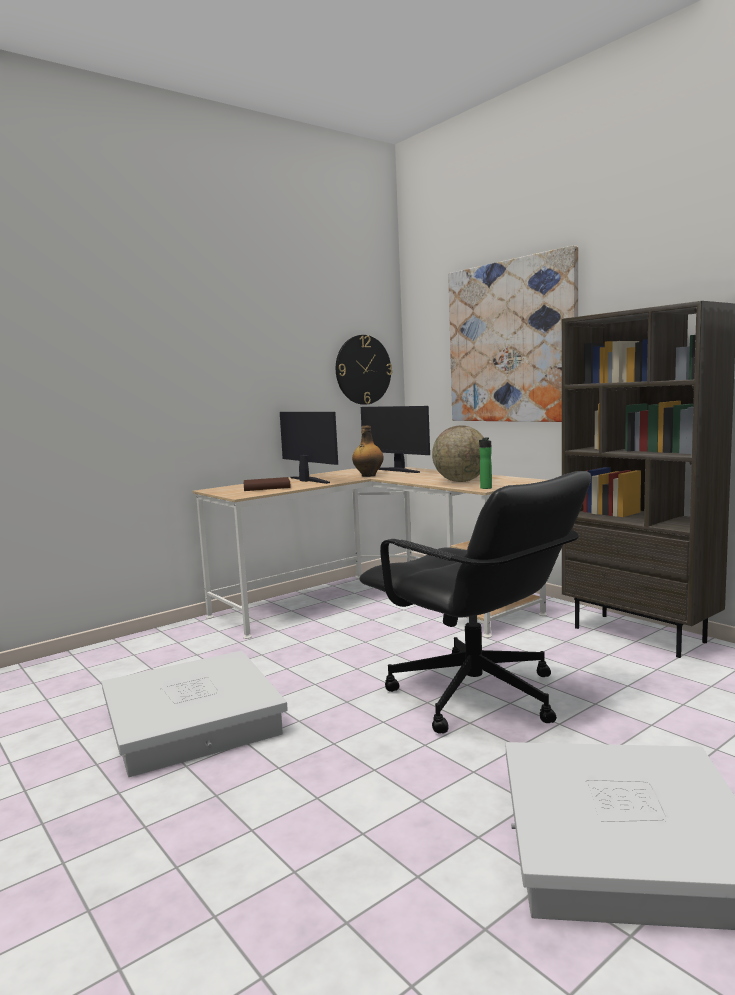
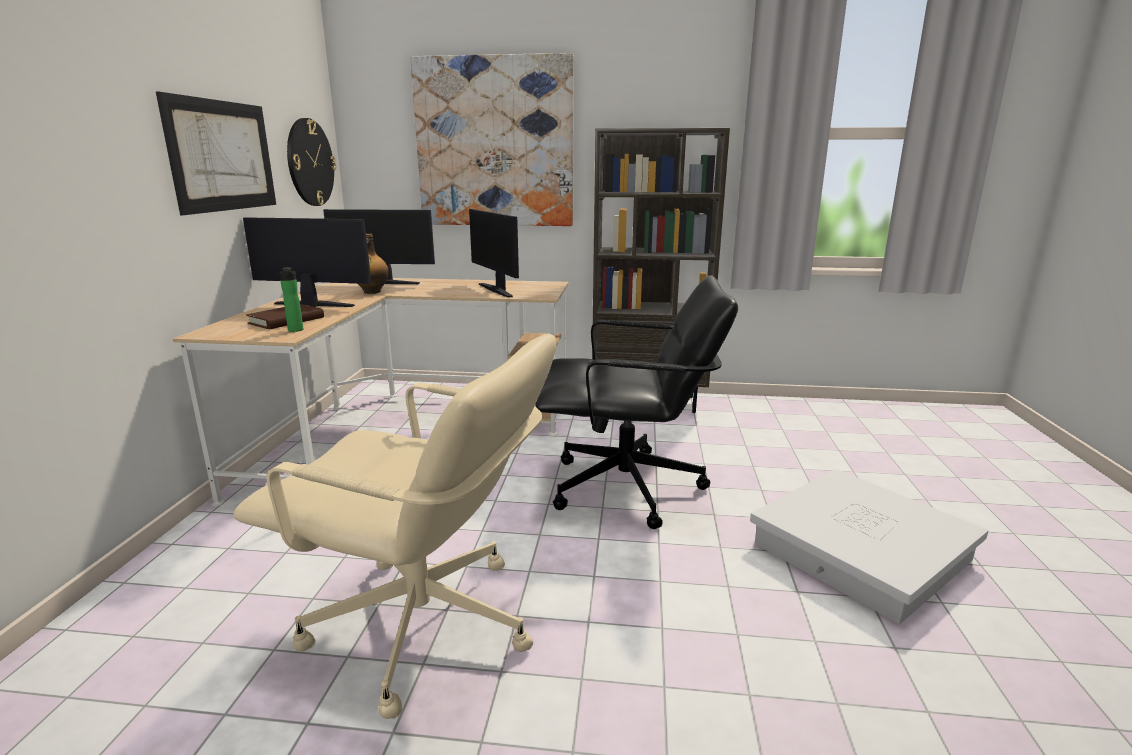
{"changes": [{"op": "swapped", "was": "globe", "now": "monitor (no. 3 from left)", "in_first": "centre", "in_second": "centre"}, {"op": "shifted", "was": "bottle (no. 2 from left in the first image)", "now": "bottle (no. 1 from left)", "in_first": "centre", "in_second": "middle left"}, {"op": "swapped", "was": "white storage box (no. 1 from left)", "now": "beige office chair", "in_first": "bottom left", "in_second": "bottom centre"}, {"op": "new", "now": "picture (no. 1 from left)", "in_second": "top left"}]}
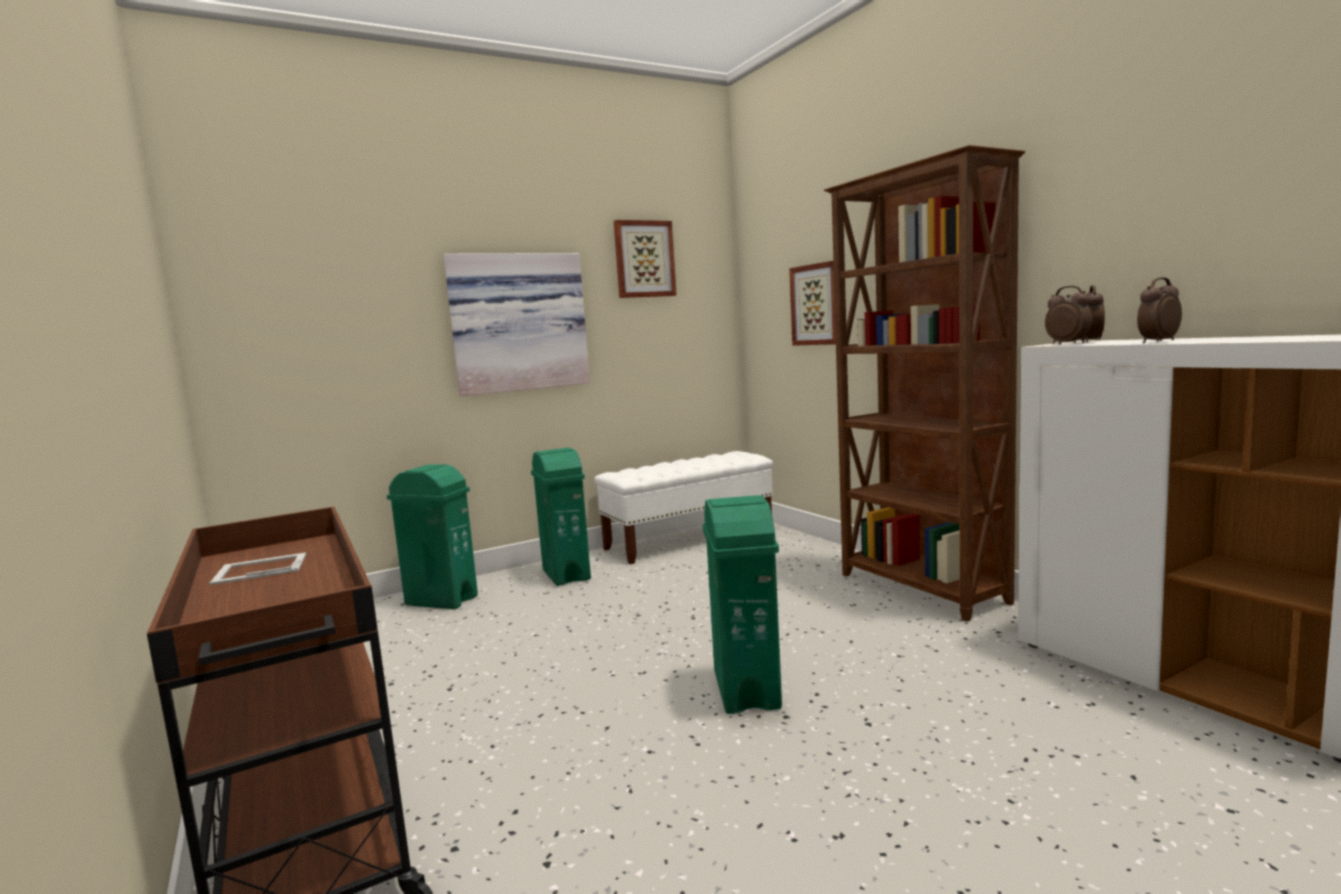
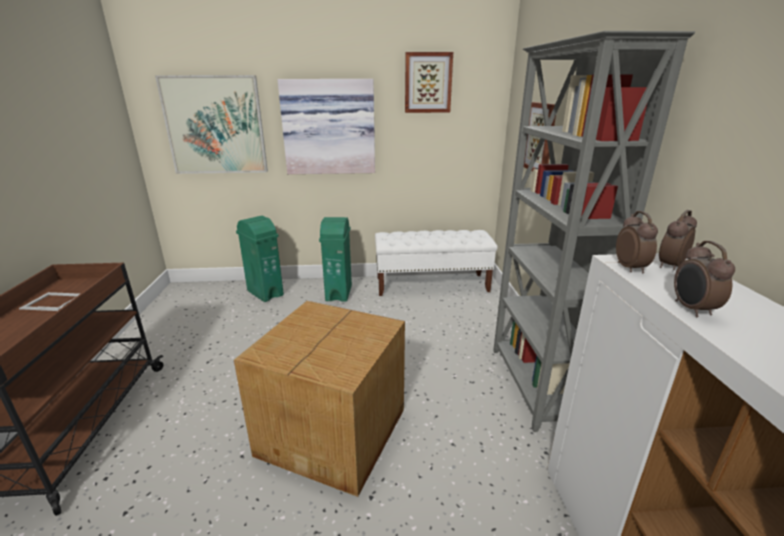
{"changes": [{"op": "repainted", "was": "brown bookcase", "now": "grey bookcase", "in_first": "middle right", "in_second": "middle right"}, {"op": "rotated", "was": "alarm clock (no. 3 from left)", "in_first": "middle right", "in_second": "middle right", "clockwise": -90}, {"op": "swapped", "was": "green trash can (no. 3 from left)", "now": "cardboard box", "in_first": "bottom centre", "in_second": "bottom centre"}, {"op": "new", "now": "picture (no. 1 from left)", "in_second": "top left"}]}
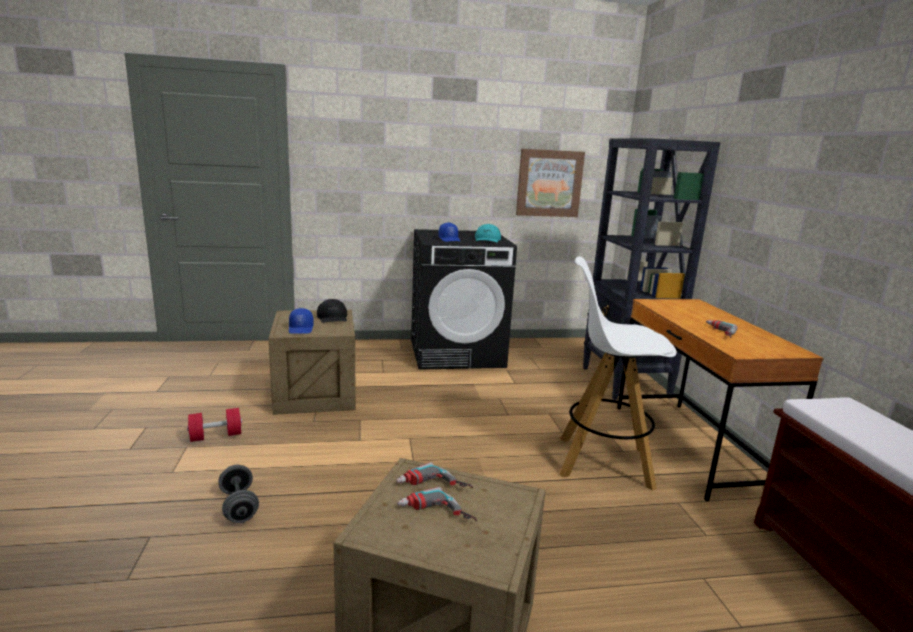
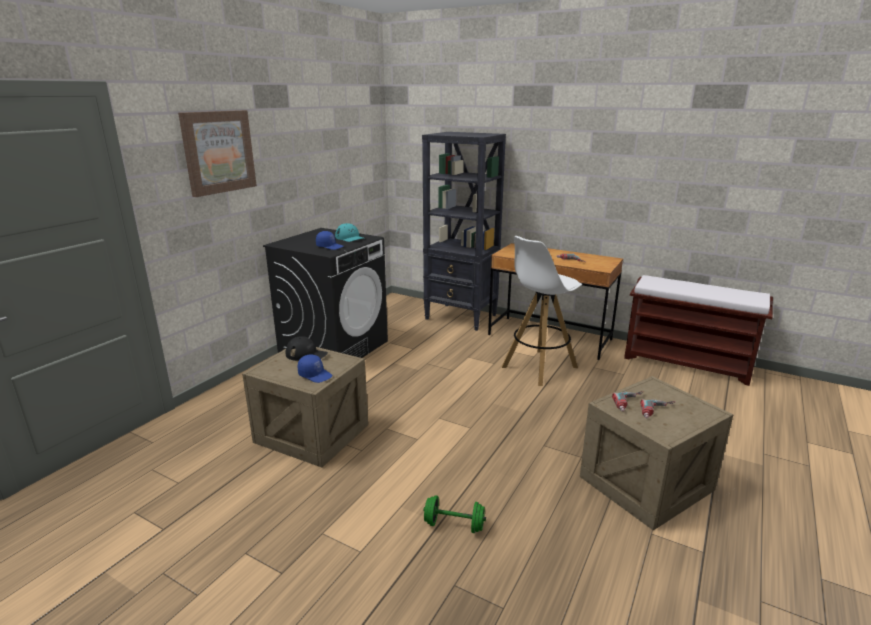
{"changes": [{"op": "shifted", "was": "picture", "in_first": "top centre", "in_second": "top left"}, {"op": "gone", "was": "red dumbbell", "in_first": "bottom left"}, {"op": "repainted", "was": "grey dumbbell", "now": "green dumbbell", "in_first": "bottom left", "in_second": "bottom centre"}]}
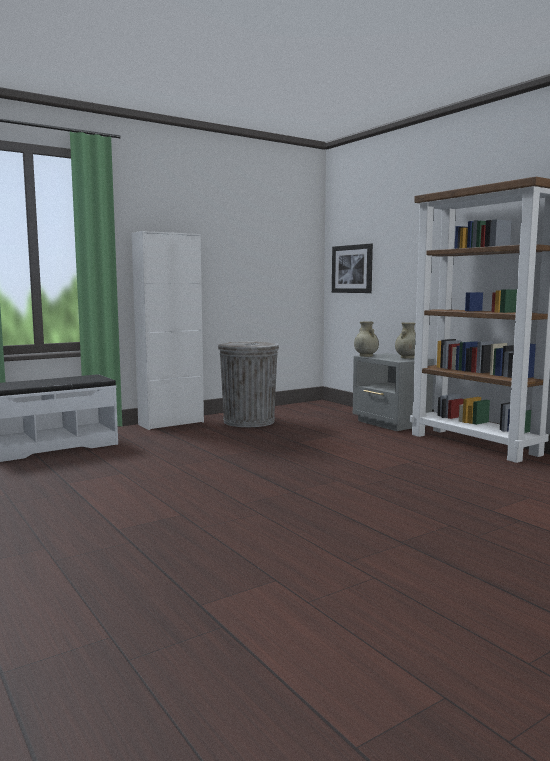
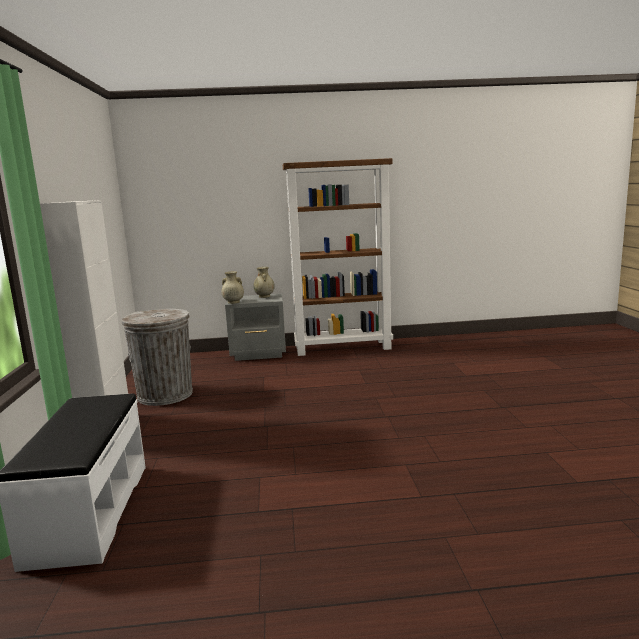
{"changes": [{"op": "gone", "was": "picture", "in_first": "centre"}]}
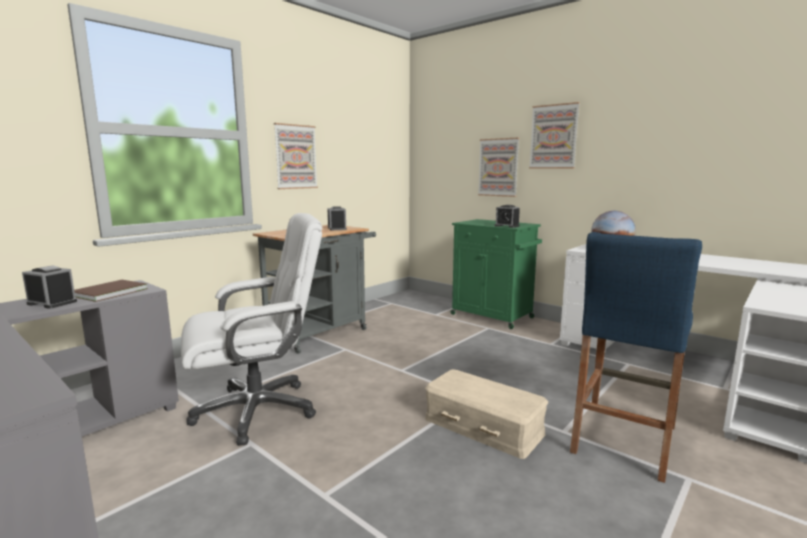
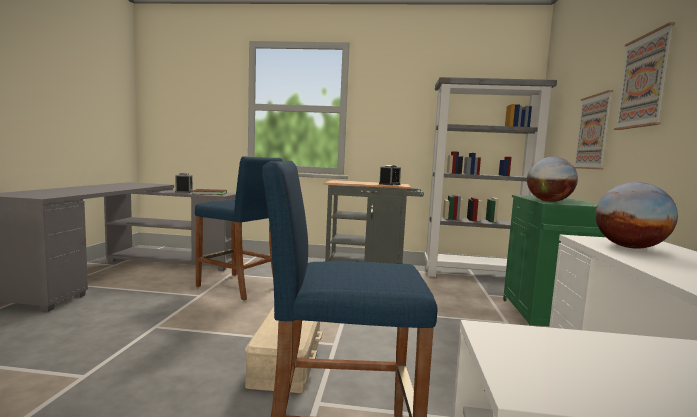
{"changes": [{"op": "gone", "was": "picture (no. 1 from left)", "in_first": "top centre"}, {"op": "swapped", "was": "alarm clock (no. 3 from left)", "now": "globe (no. 1 from left)", "in_first": "centre", "in_second": "middle right"}, {"op": "swapped", "was": "white office chair", "now": "blue stool (no. 1 from left)", "in_first": "middle left", "in_second": "centre"}, {"op": "new", "now": "grey bookcase", "in_second": "middle right"}]}
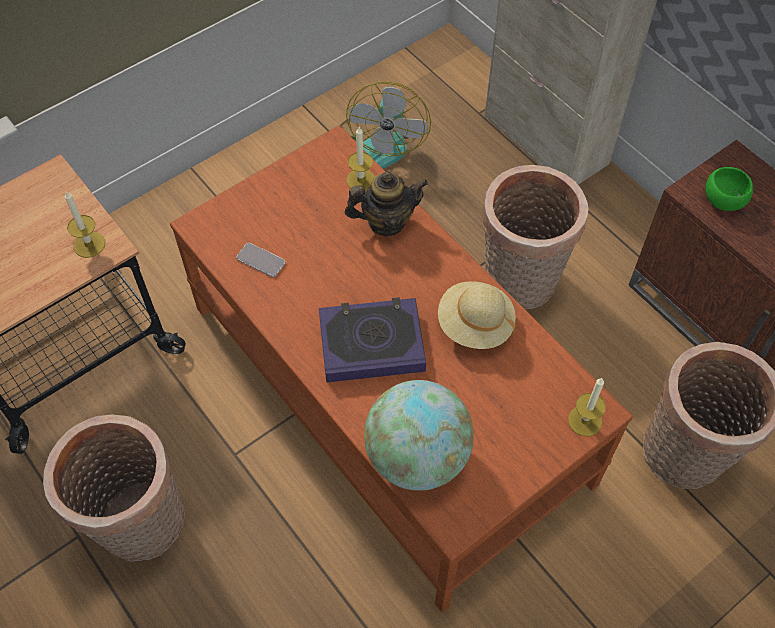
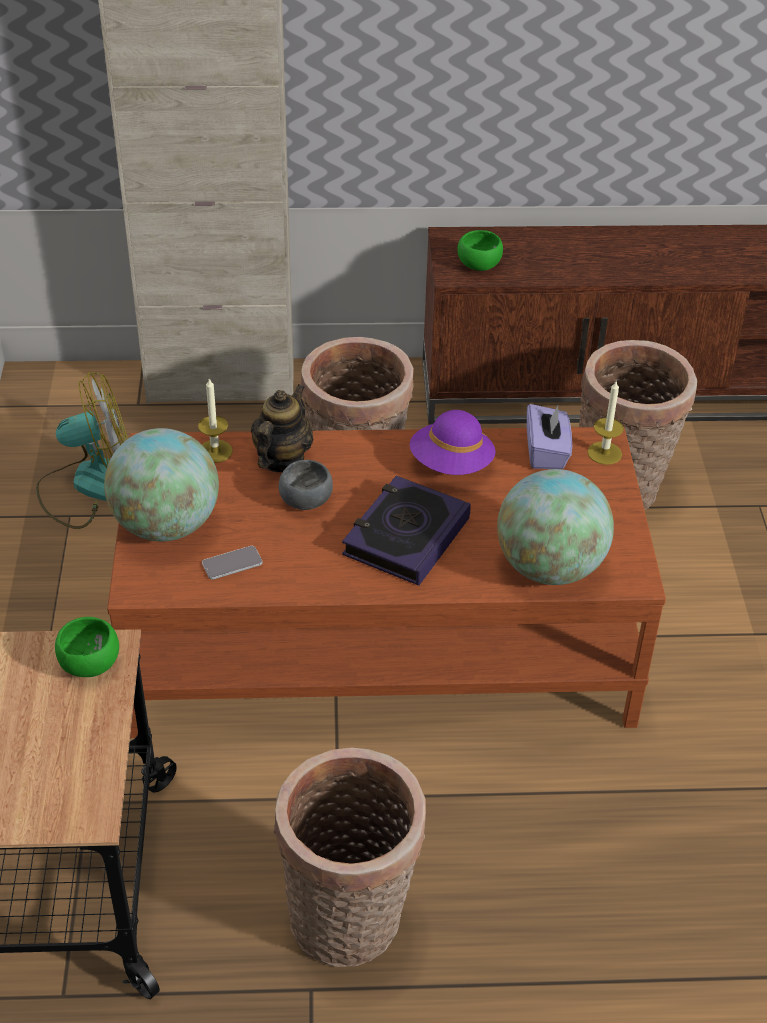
{"changes": [{"op": "rotated", "was": "fan", "in_first": "top centre", "in_second": "middle left", "clockwise": -60}, {"op": "swapped", "was": "candle (no. 1 from left)", "now": "green bowl (no. 1 from left)", "in_first": "middle left", "in_second": "middle left"}, {"op": "repainted", "was": "beige hat", "now": "purple hat", "in_first": "centre", "in_second": "centre"}, {"op": "new", "now": "purple tissue box", "in_second": "middle right"}, {"op": "new", "now": "globe (no. 1 from left)", "in_second": "middle left"}, {"op": "new", "now": "grey bowl", "in_second": "centre"}]}
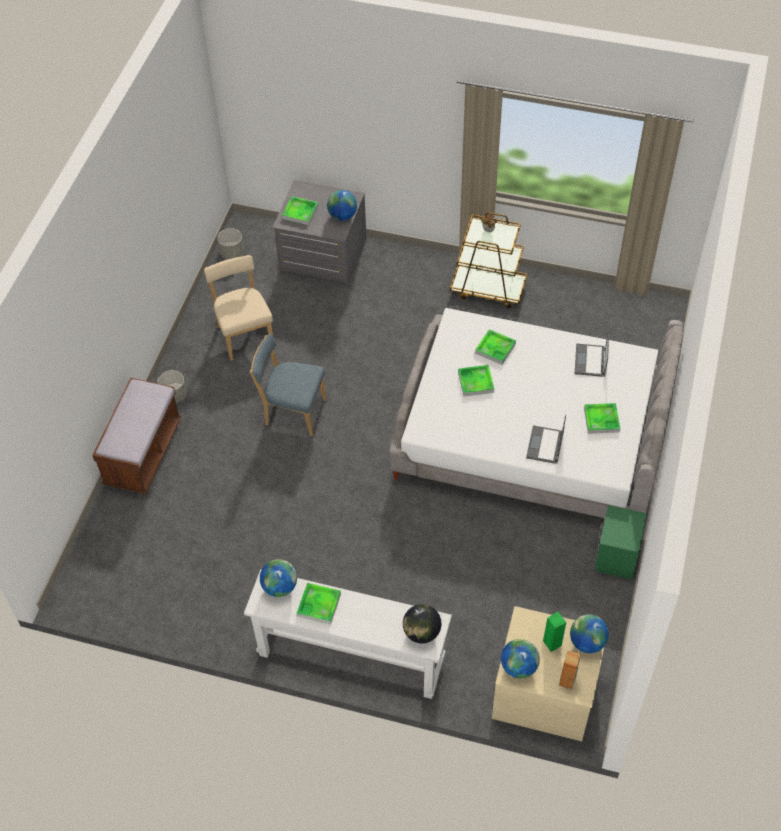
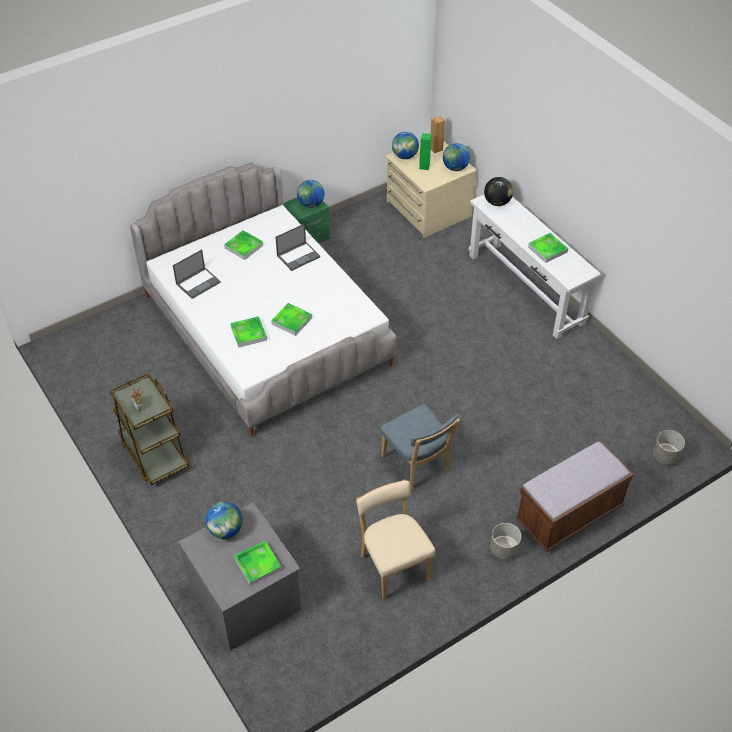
{"changes": [{"op": "shifted", "was": "grey planter (no. 2 from left)", "in_first": "top left", "in_second": "middle right"}, {"op": "rotated", "was": "beige chair", "in_first": "middle left", "in_second": "bottom centre", "clockwise": 135}, {"op": "shifted", "was": "globe (no. 1 from left in the first image)", "now": "globe (no. 2 from left)", "in_first": "bottom centre", "in_second": "top centre"}]}
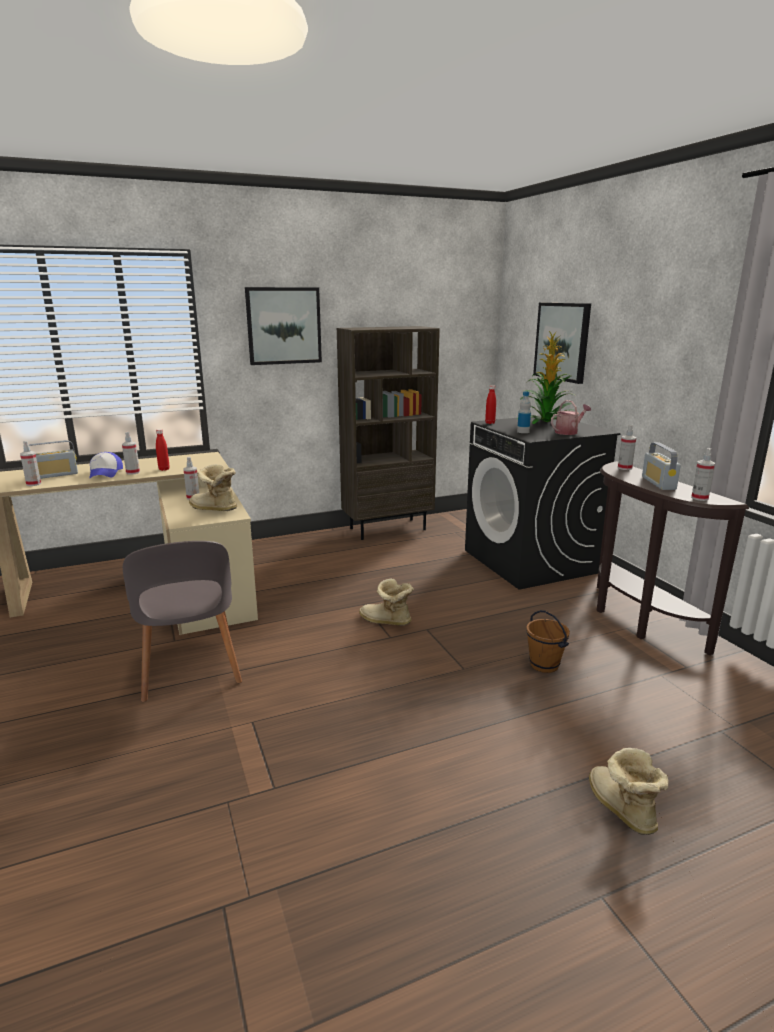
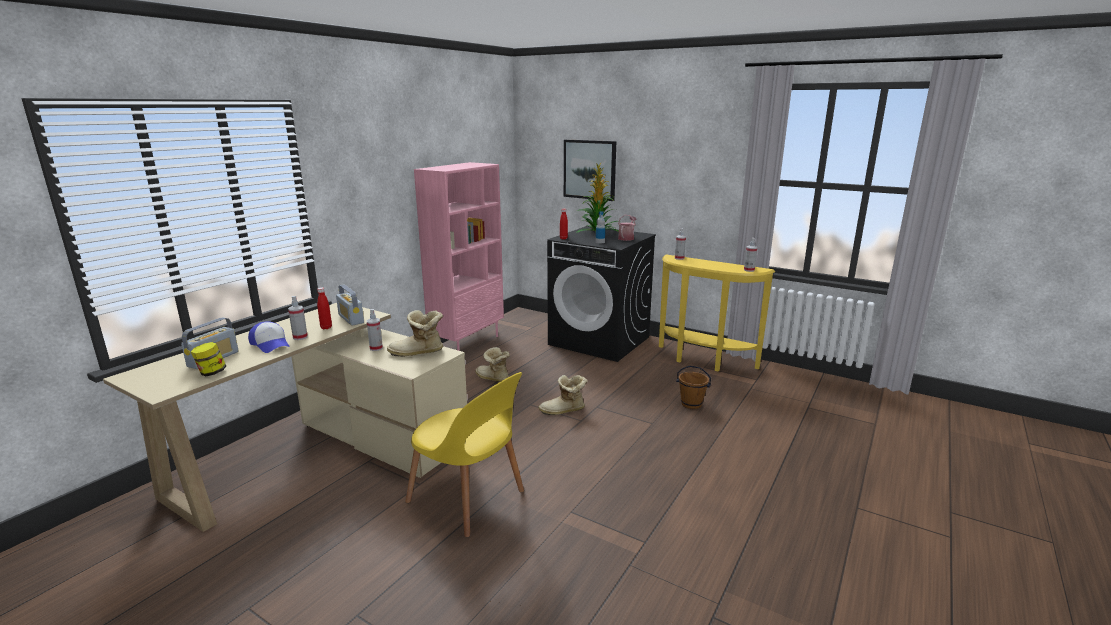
{"changes": [{"op": "gone", "was": "picture (no. 1 from left)", "in_first": "top centre"}, {"op": "repainted", "was": "brown bookcase", "now": "pink bookcase", "in_first": "centre", "in_second": "centre"}, {"op": "swapped", "was": "spray bottle (no. 1 from left)", "now": "jar", "in_first": "middle left", "in_second": "middle left"}, {"op": "shifted", "was": "radio (no. 2 from left)", "in_first": "middle right", "in_second": "middle left"}, {"op": "repainted", "was": "brown console table", "now": "yellow console table", "in_first": "middle right", "in_second": "centre"}, {"op": "repainted", "was": "grey chair", "now": "yellow chair", "in_first": "middle left", "in_second": "bottom centre"}, {"op": "shifted", "was": "boot (no. 3 from left in the first image)", "now": "boot (no. 2 from left)", "in_first": "bottom right", "in_second": "centre"}]}
